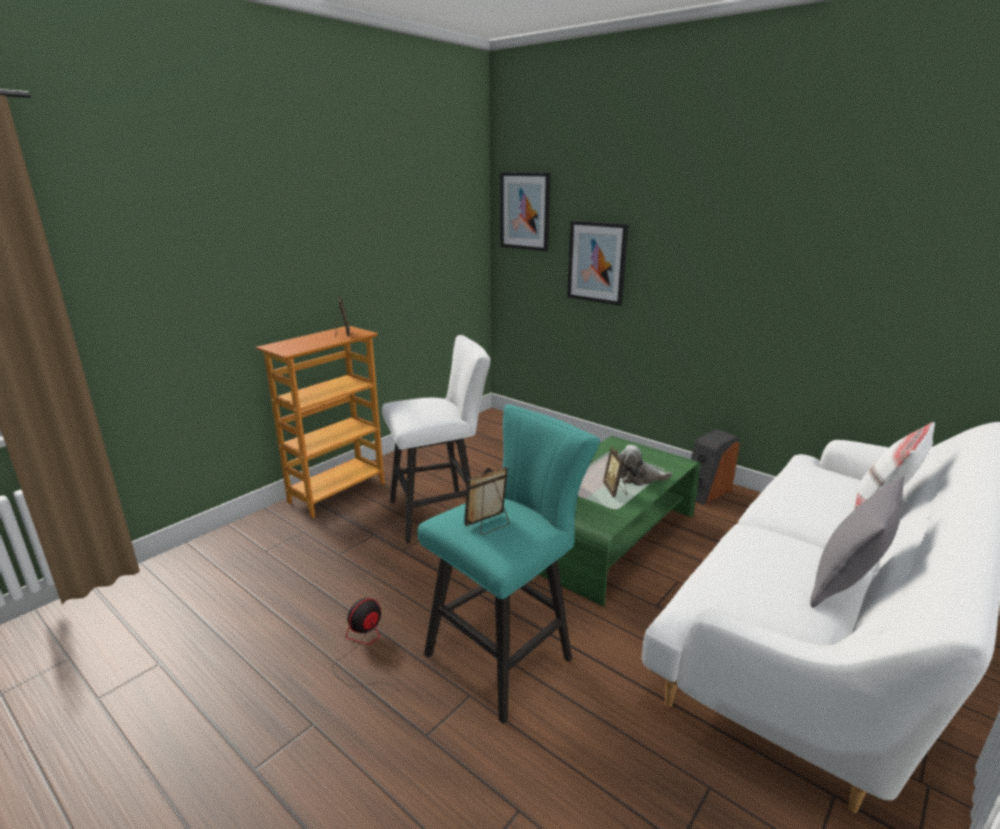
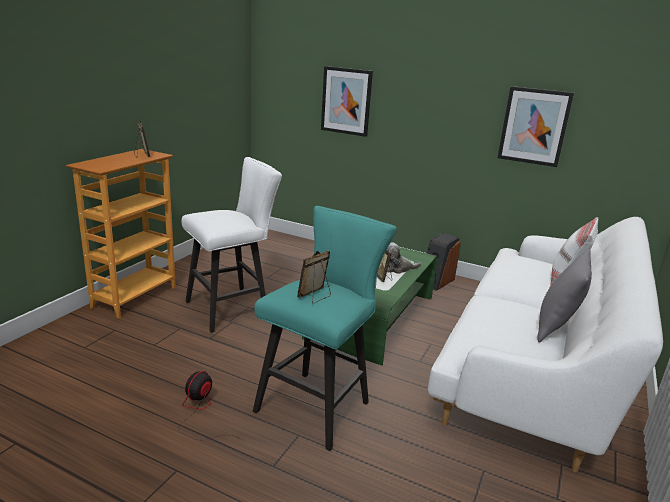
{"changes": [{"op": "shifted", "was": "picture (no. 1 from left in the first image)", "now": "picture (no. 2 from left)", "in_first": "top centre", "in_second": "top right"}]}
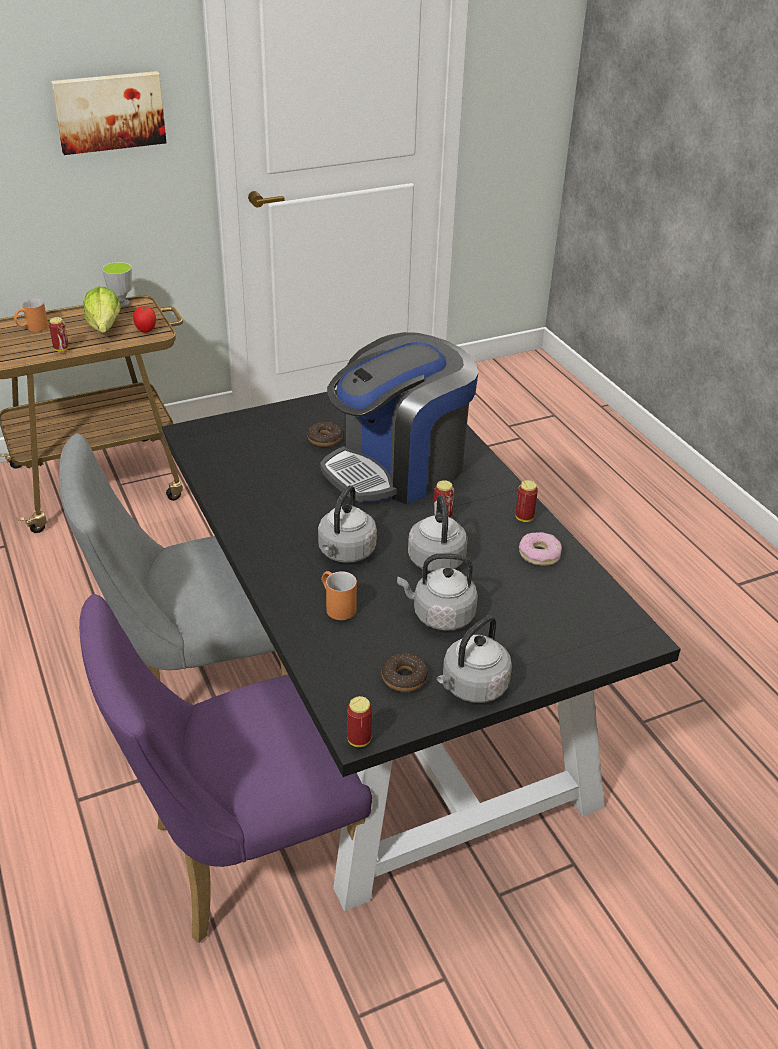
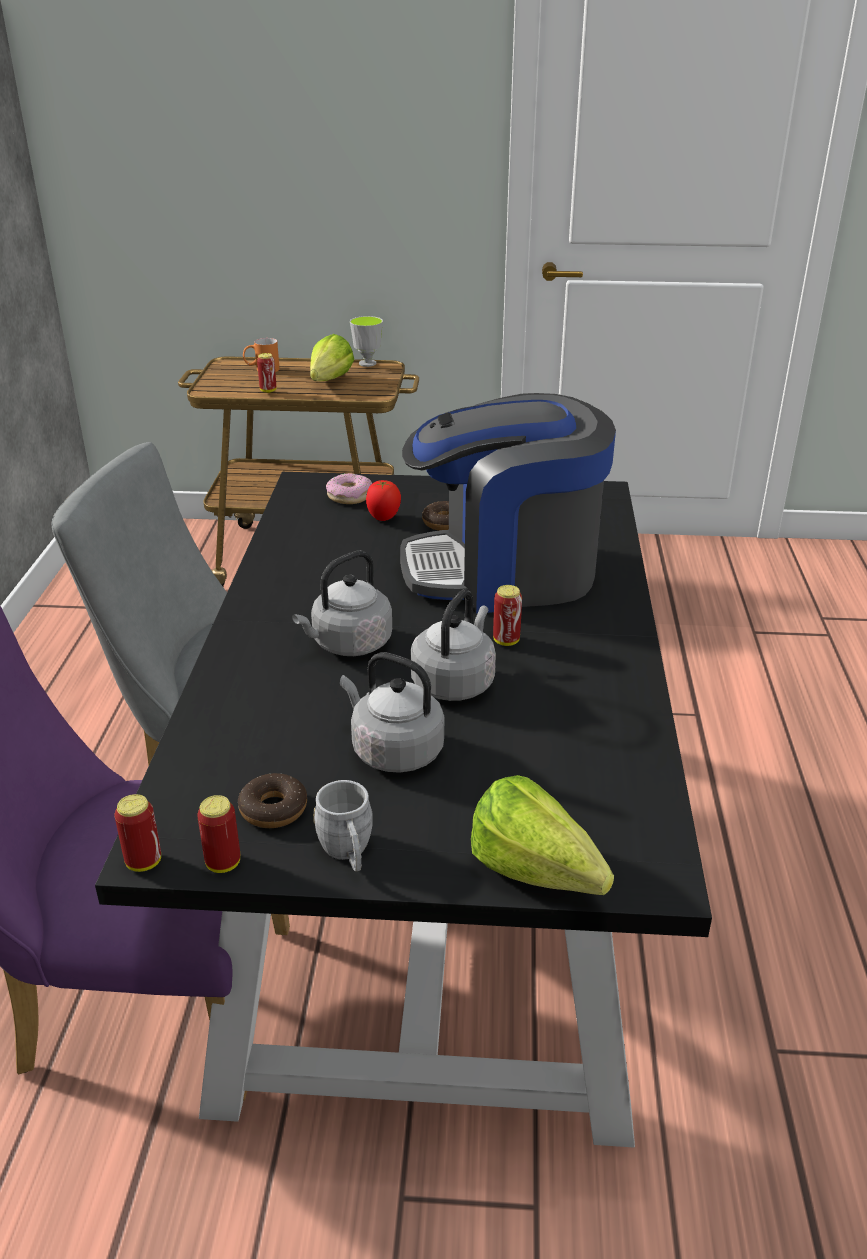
{"changes": [{"op": "gone", "was": "picture", "in_first": "top left"}, {"op": "shifted", "was": "tomato", "in_first": "top left", "in_second": "centre"}, {"op": "shifted", "was": "can (no. 4 from left in the first image)", "now": "can (no. 2 from left)", "in_first": "middle right", "in_second": "middle left"}, {"op": "shifted", "was": "donut (no. 3 from left in the first image)", "now": "donut (no. 2 from left)", "in_first": "middle right", "in_second": "centre"}, {"op": "gone", "was": "orange mug (no. 2 from left)", "in_first": "centre"}, {"op": "swapped", "was": "grey kettle (no. 4 from left)", "now": "grey mug", "in_first": "centre", "in_second": "centre"}, {"op": "new", "now": "lettuce (no. 2 from left)", "in_second": "centre"}]}
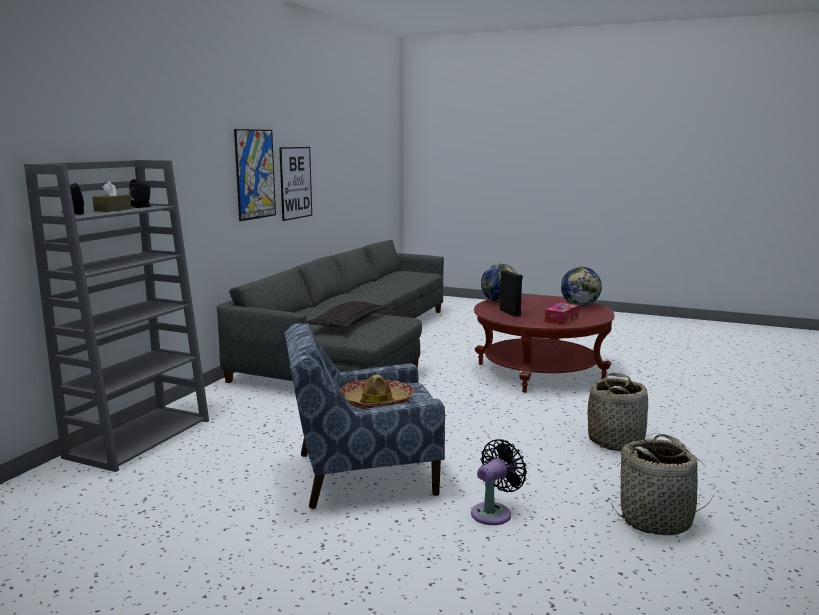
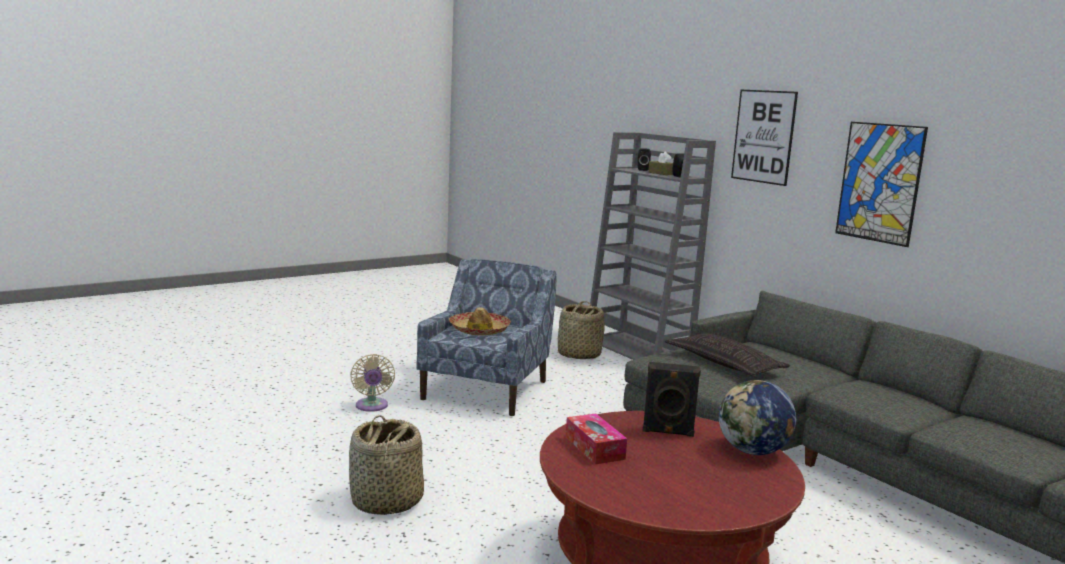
{"changes": [{"op": "shifted", "was": "picture (no. 2 from left in the first image)", "now": "picture (no. 1 from left)", "in_first": "top centre", "in_second": "top right"}, {"op": "gone", "was": "globe (no. 2 from left)", "in_first": "middle right"}, {"op": "shifted", "was": "basket (no. 2 from left)", "in_first": "bottom right", "in_second": "centre"}, {"op": "repainted", "was": "black fan", "now": "beige fan", "in_first": "bottom centre", "in_second": "bottom centre"}]}
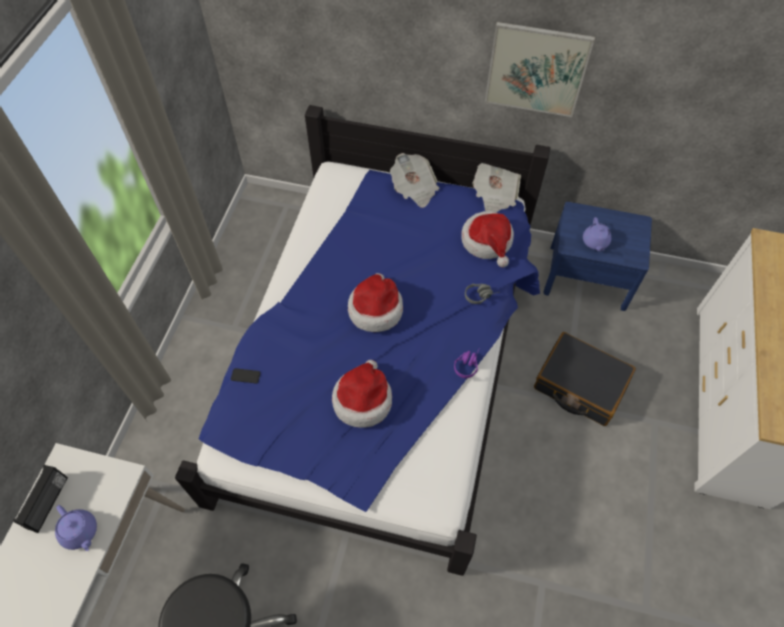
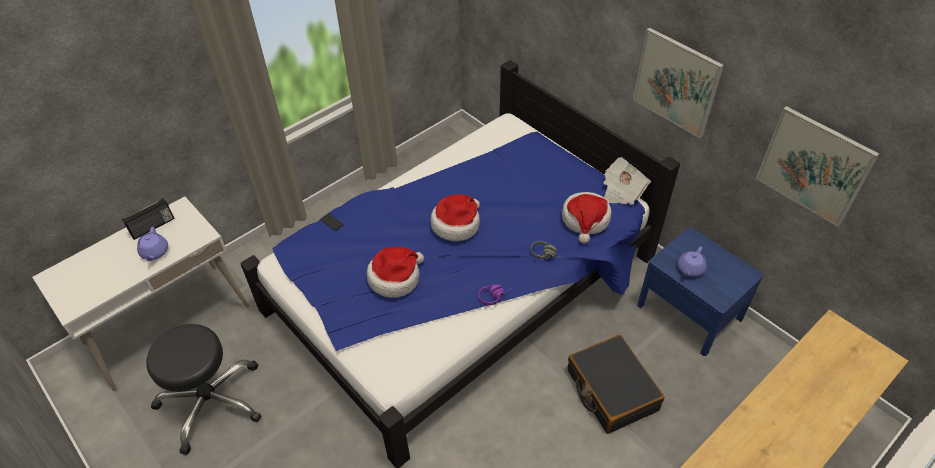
{"changes": [{"op": "gone", "was": "newspaper (no. 1 from left)", "in_first": "top centre"}, {"op": "new", "now": "picture (no. 2 from left)", "in_second": "middle right"}]}
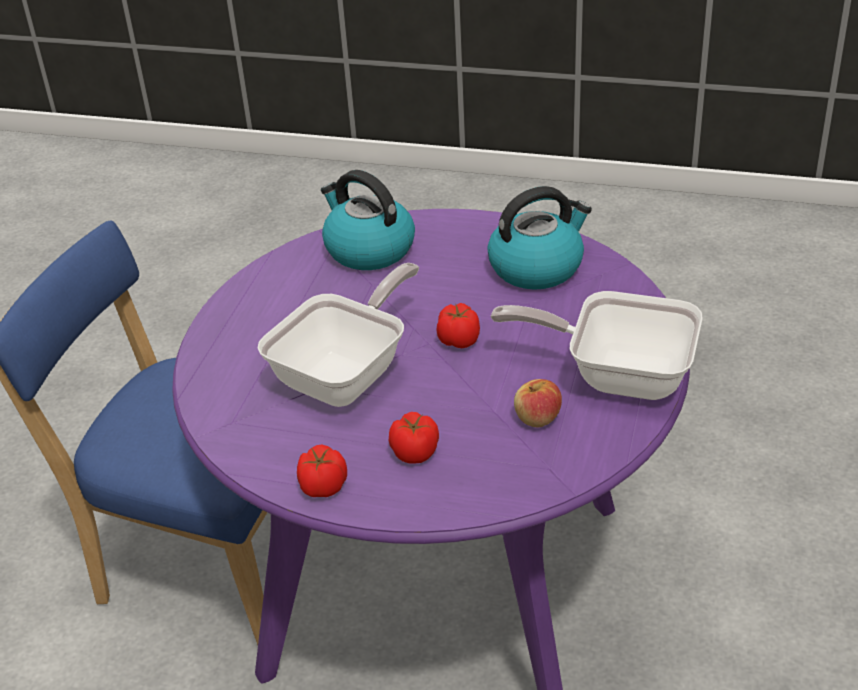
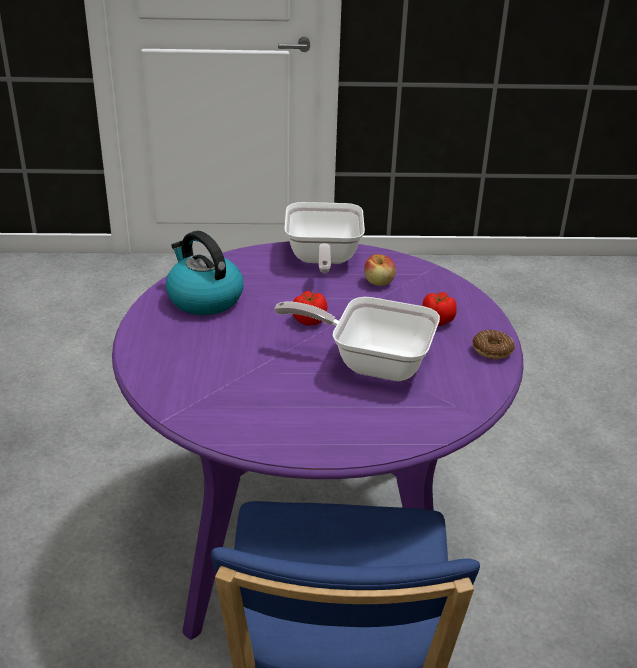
{"changes": [{"op": "gone", "was": "kettle (no. 1 from left)", "in_first": "top centre"}, {"op": "swapped", "was": "tomato (no. 1 from left)", "now": "donut", "in_first": "bottom centre", "in_second": "middle right"}]}
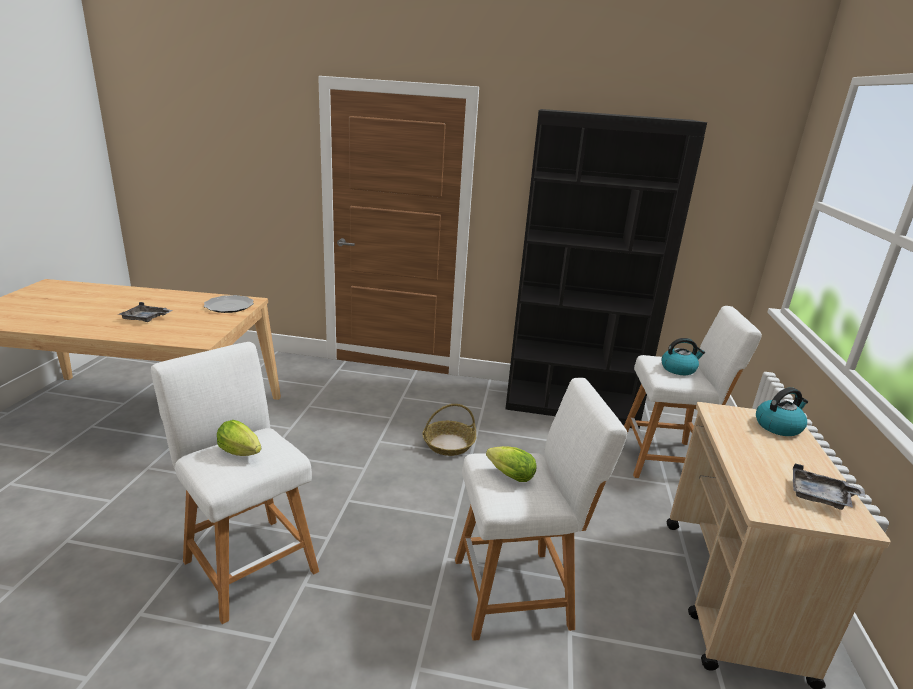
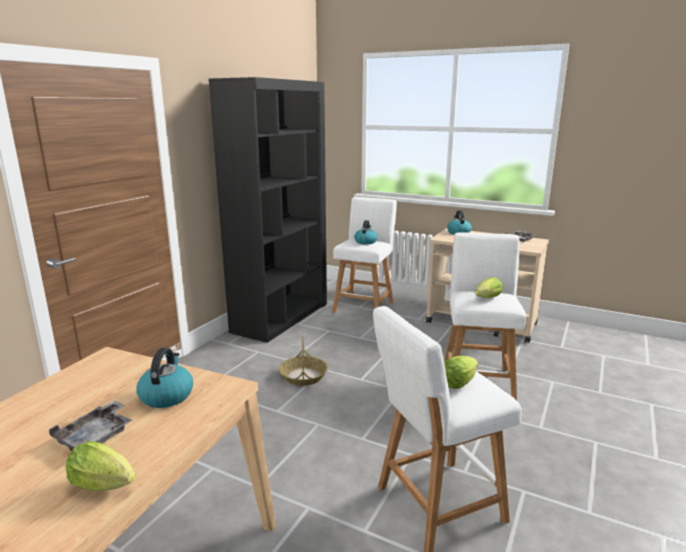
{"changes": [{"op": "gone", "was": "plate", "in_first": "middle left"}, {"op": "new", "now": "kettle (no. 1 from left)", "in_second": "bottom left"}, {"op": "new", "now": "lettuce (no. 1 from left)", "in_second": "bottom left"}]}
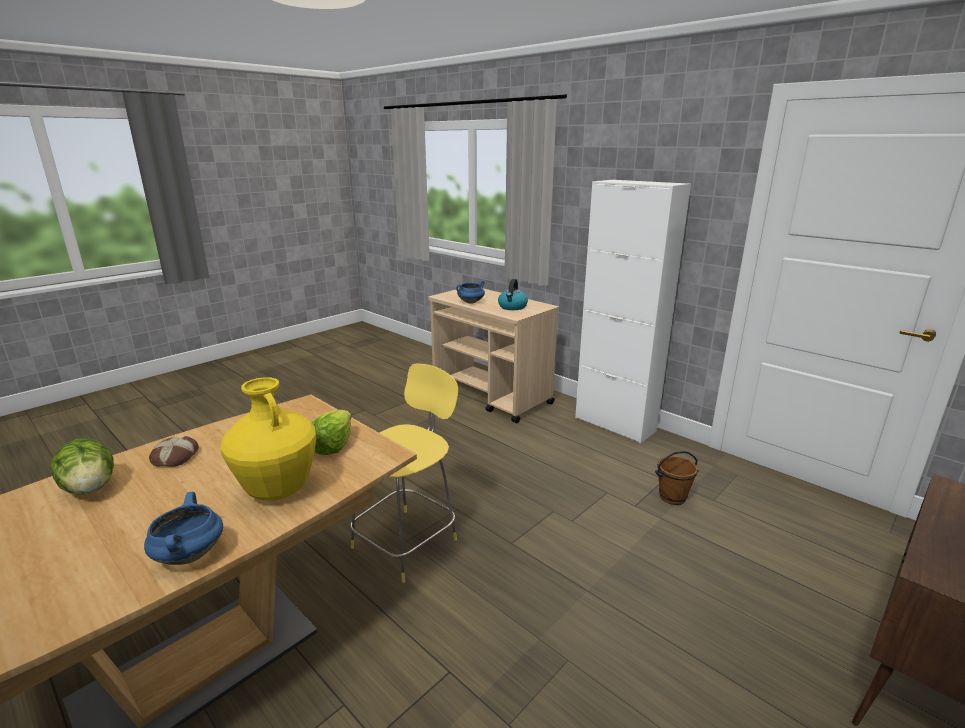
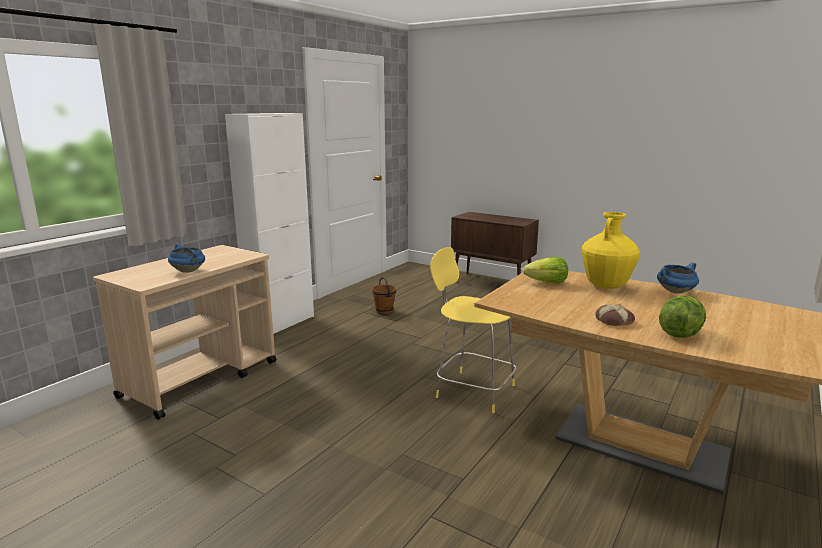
{"changes": [{"op": "gone", "was": "kettle", "in_first": "centre"}]}
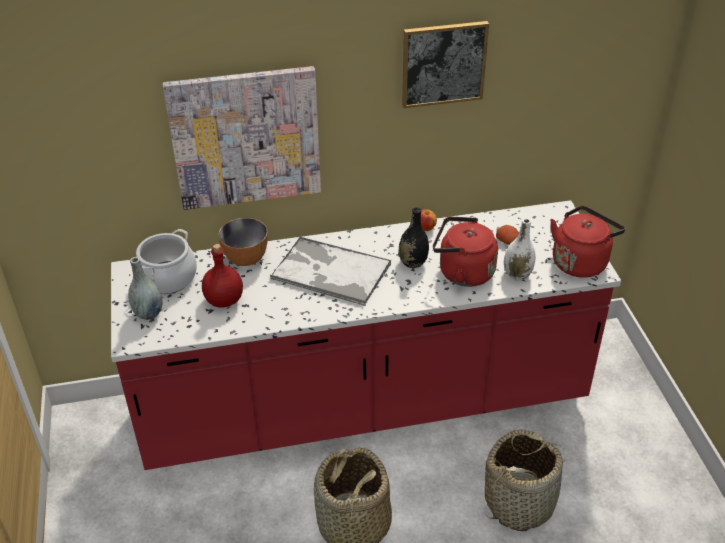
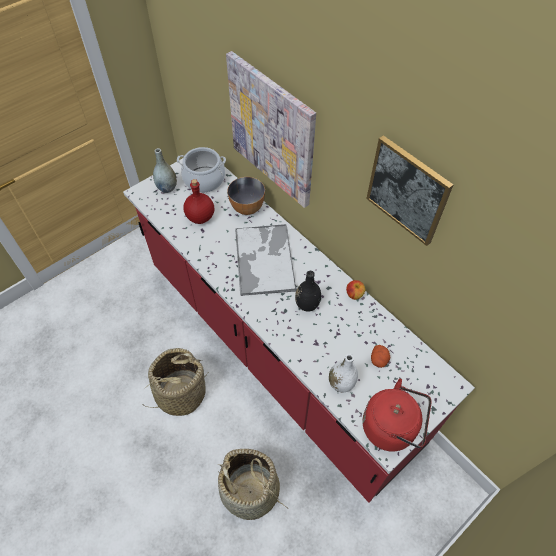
{"changes": [{"op": "gone", "was": "red kettle (no. 1 from left)", "in_first": "centre"}]}
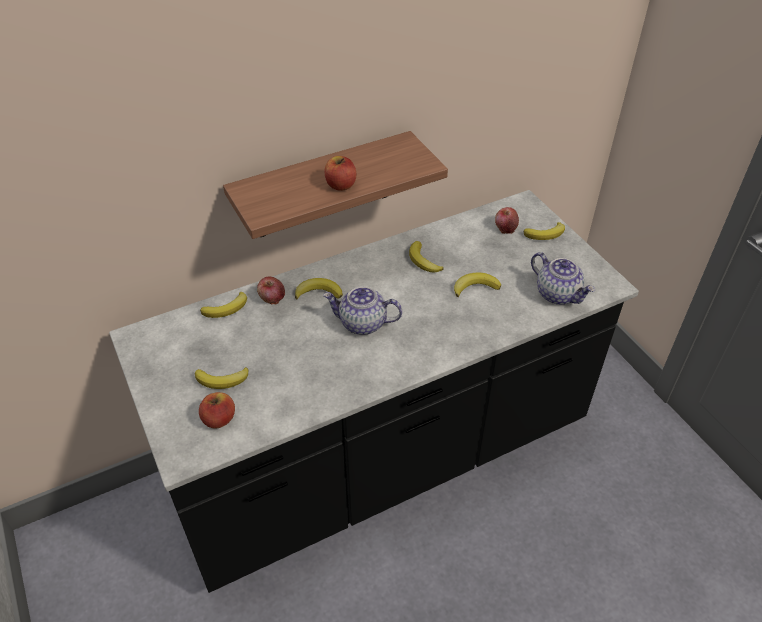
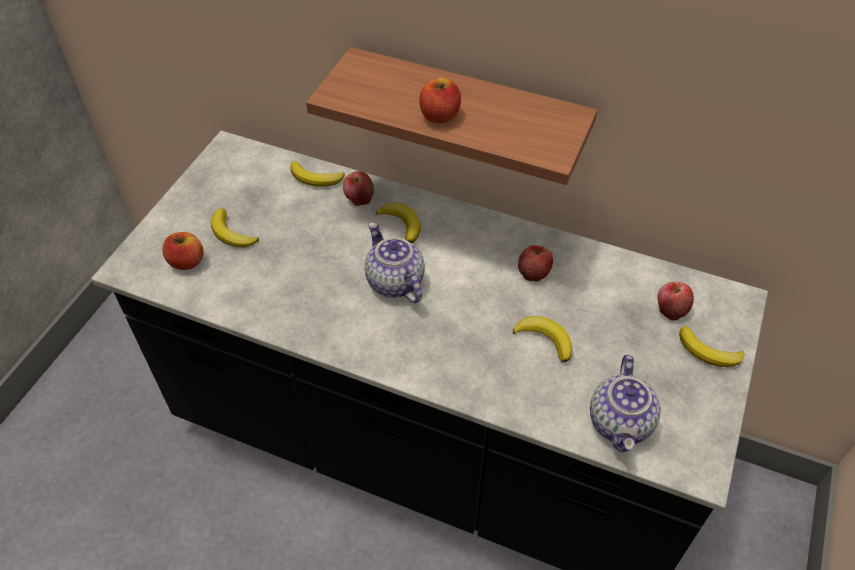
{"changes": [{"op": "swapped", "was": "banana (no. 4 from left)", "now": "apple (no. 4 from left)", "in_first": "centre", "in_second": "centre"}]}
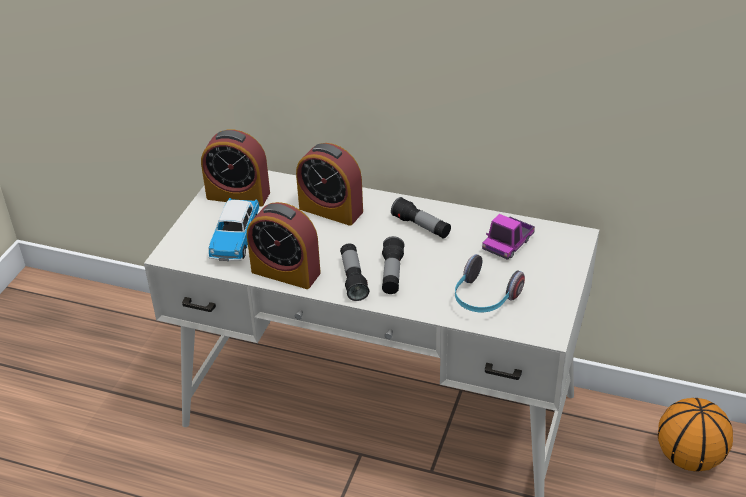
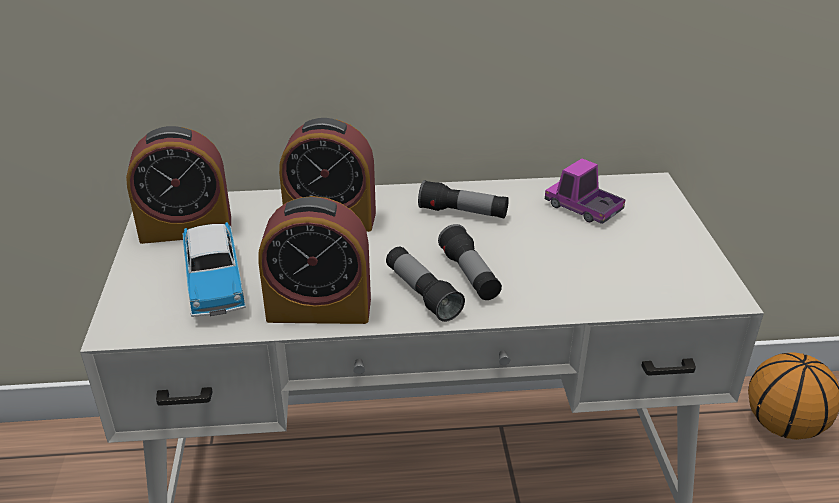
{"changes": [{"op": "rotated", "was": "toy truck", "in_first": "middle right", "in_second": "middle right", "clockwise": 120}, {"op": "gone", "was": "headphones", "in_first": "centre"}]}
